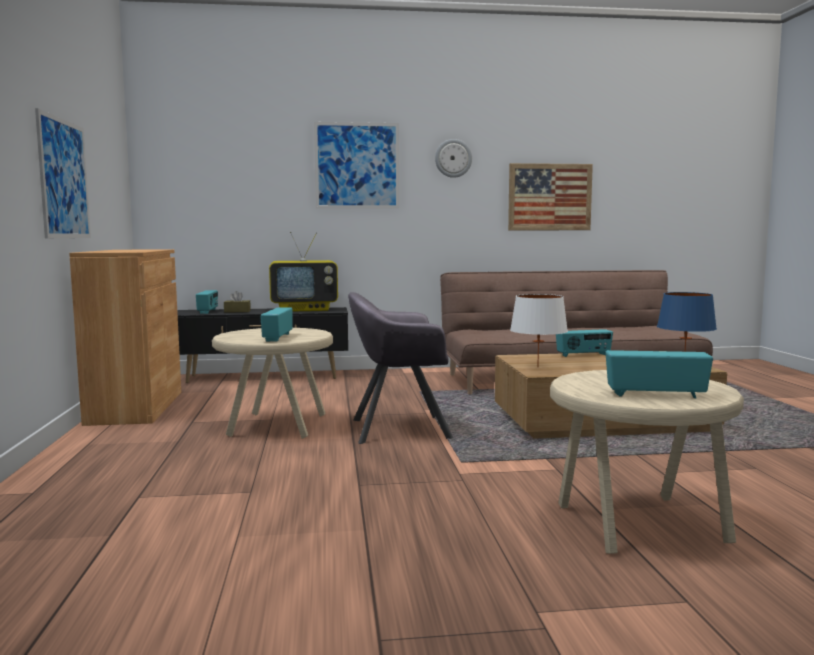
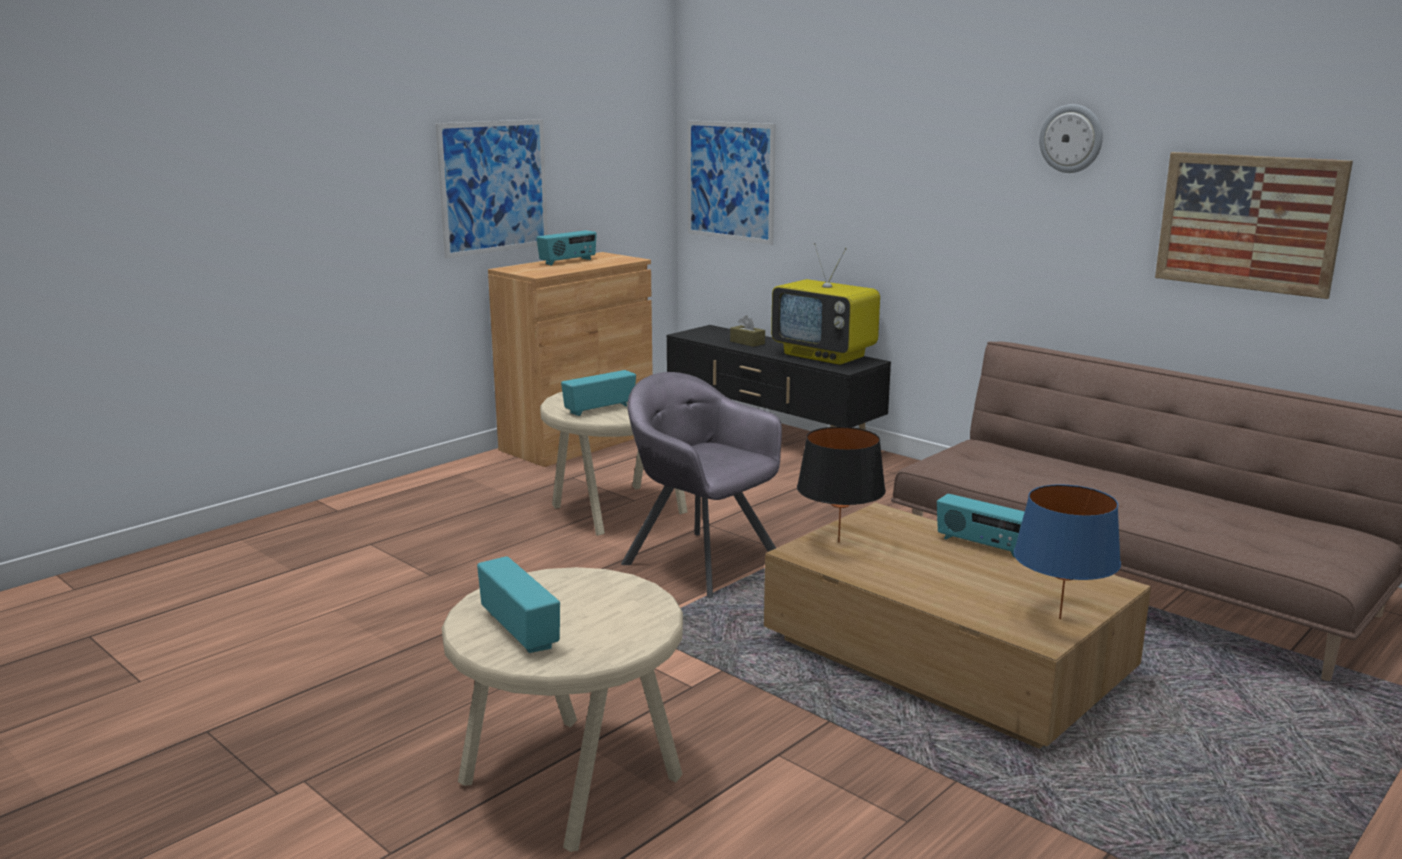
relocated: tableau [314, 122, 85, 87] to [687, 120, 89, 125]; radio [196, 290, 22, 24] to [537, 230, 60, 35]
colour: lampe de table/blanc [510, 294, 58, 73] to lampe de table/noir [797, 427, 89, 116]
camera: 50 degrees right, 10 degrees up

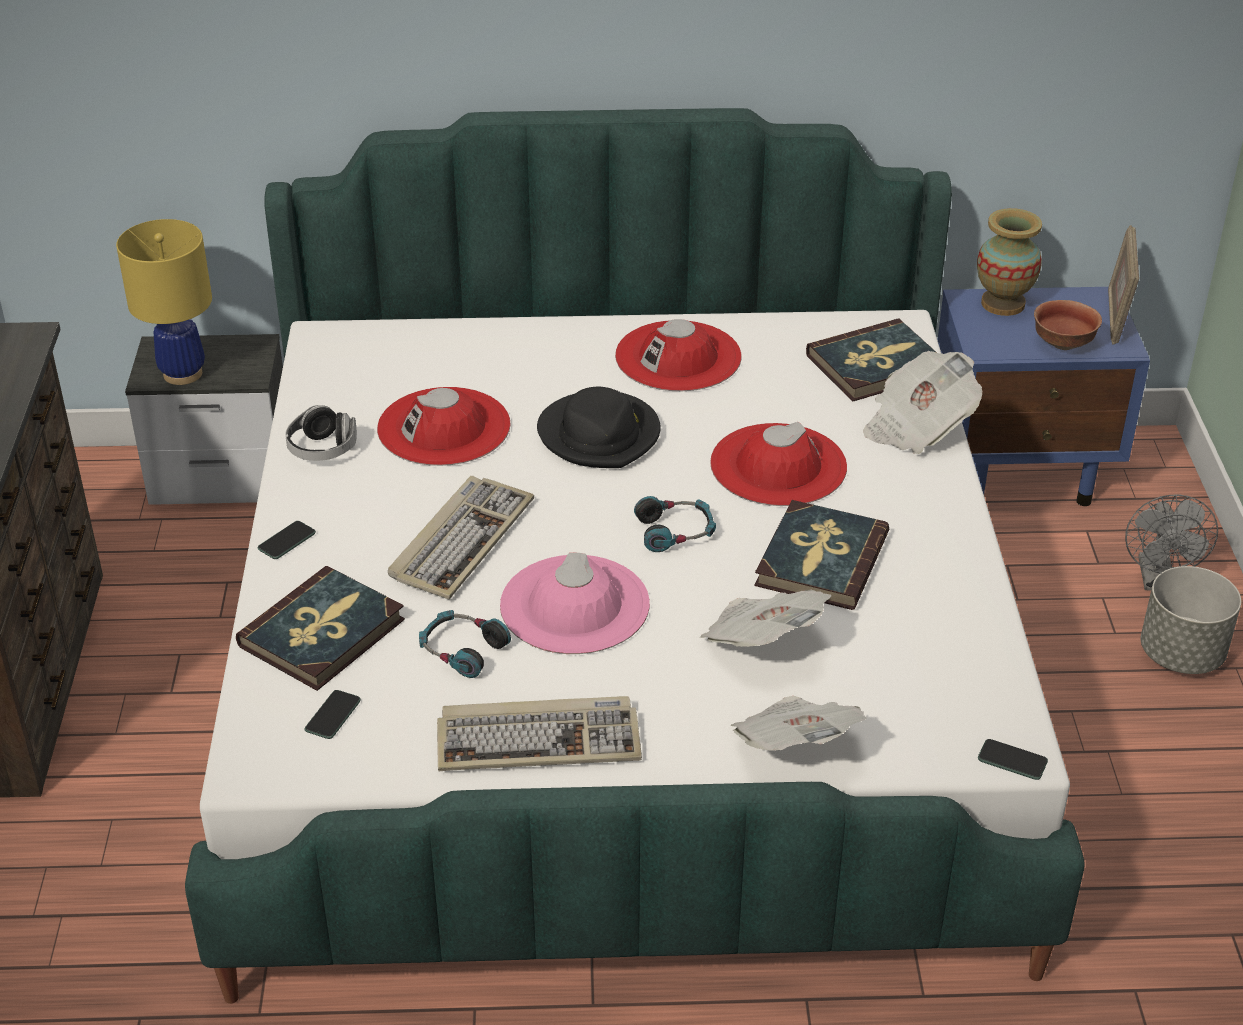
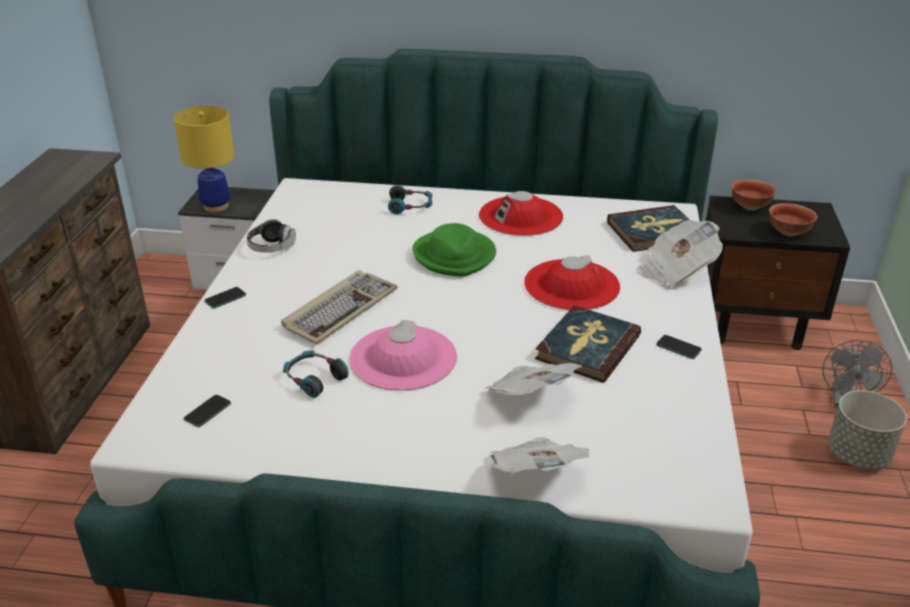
missing: cadre photo [1108, 225, 31, 120]; chapeau/rouge [377, 387, 134, 79]; livre [236, 566, 169, 125]; clavier [437, 696, 205, 75]
relocated: casque audio [634, 496, 82, 56] to [388, 185, 44, 29]; téléphone [978, 739, 70, 41] to [656, 335, 46, 24]
exchanged: vase [977, 208, 65, 108] to bol [731, 179, 45, 31]
colour: table de chevet/bleu [938, 287, 212, 219] to table de chevet/noir [706, 196, 144, 154]; chapeau/noir [537, 387, 124, 81] to chapeau/vert [412, 223, 84, 54]
camera: 10 degrees right, 5 degrees down

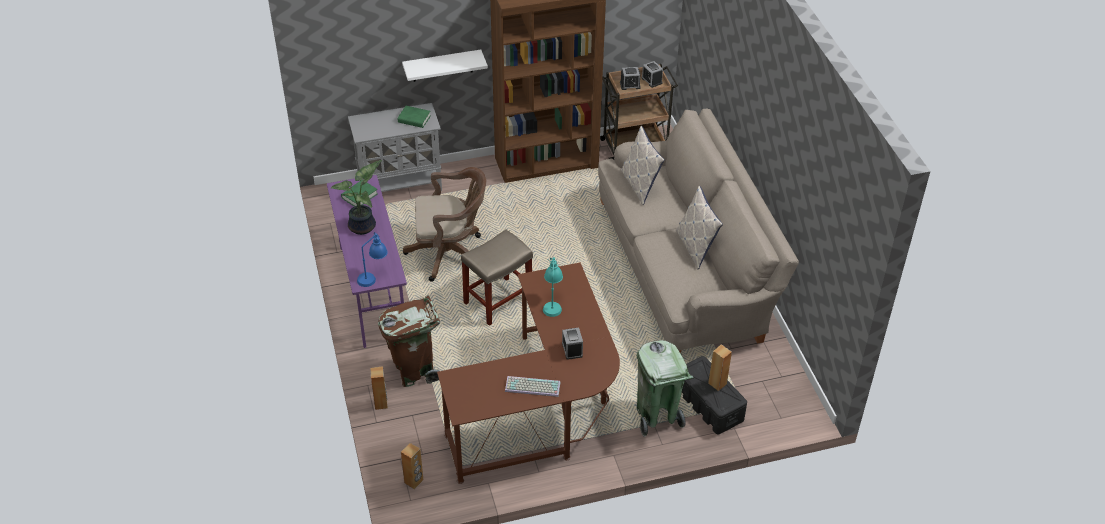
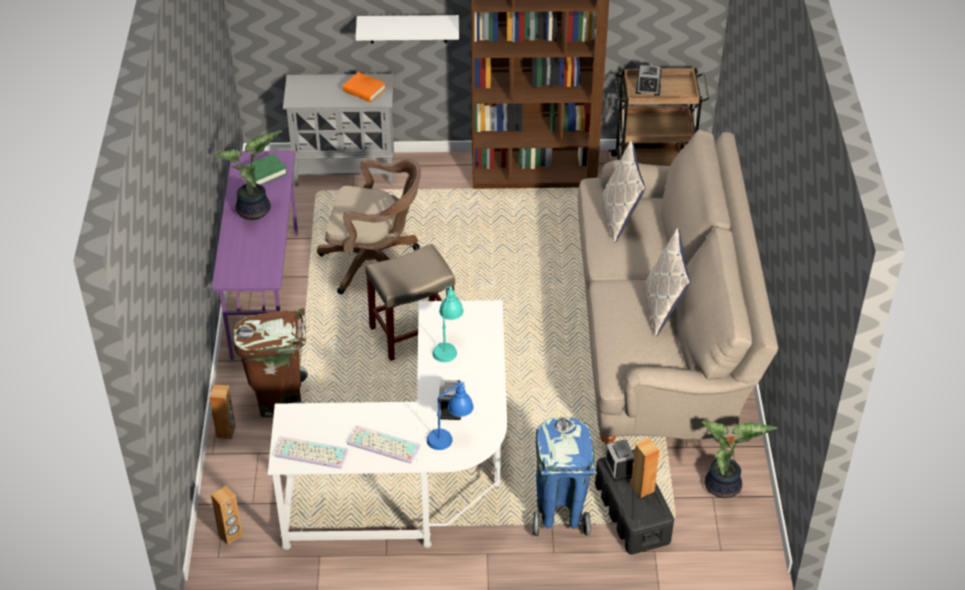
appeared: plante en pot [702, 421, 76, 77]; clavier [274, 437, 74, 32]
relocated: réveil [641, 61, 22, 27] to [605, 439, 29, 42]; lampe de table/bleu [357, 232, 31, 55] to [427, 380, 47, 70]
colour: livre/vert [398, 106, 33, 22] to livre/orange [343, 72, 43, 30]; bureau/marron [437, 263, 183, 221] to bureau/blanc [268, 300, 239, 250]; poubelle/vert [637, 340, 57, 97] to poubelle/bleu [532, 417, 65, 121]
camera: 15 degrees right, 0 degrees up

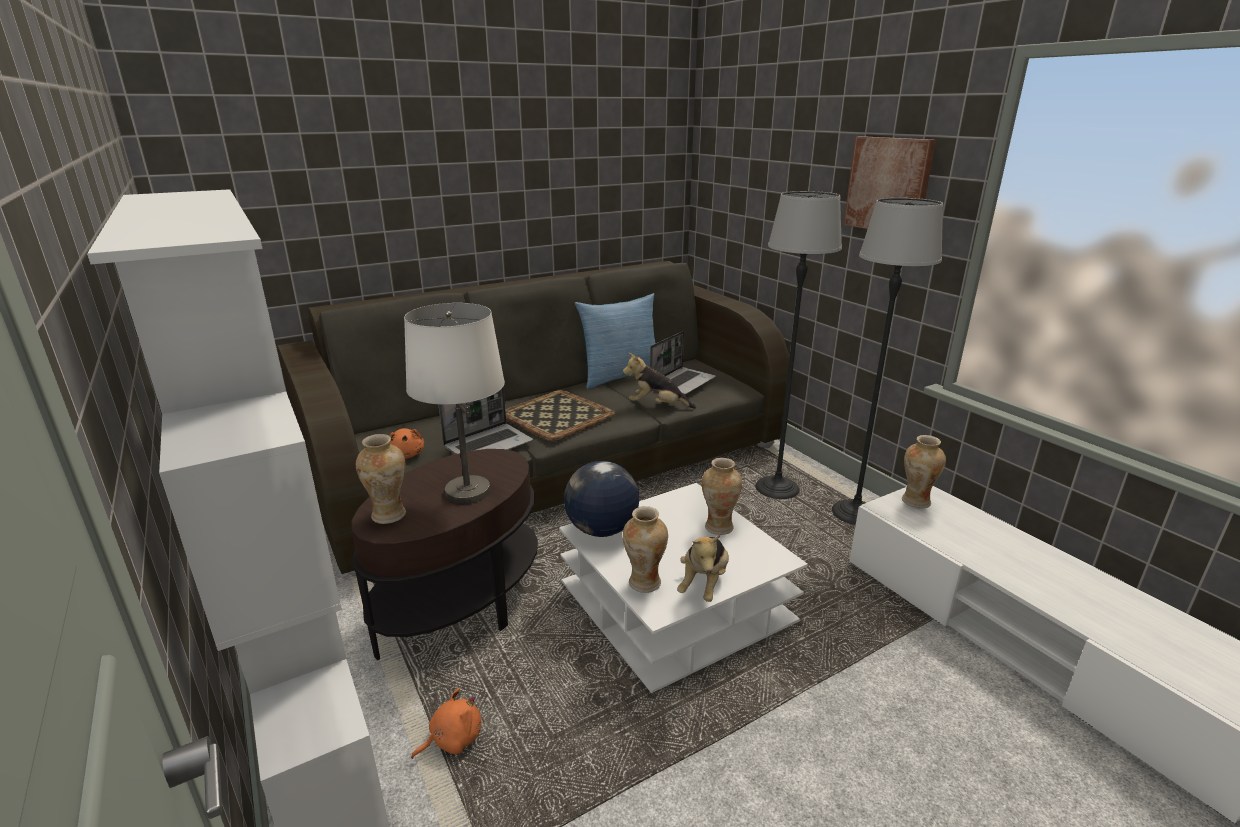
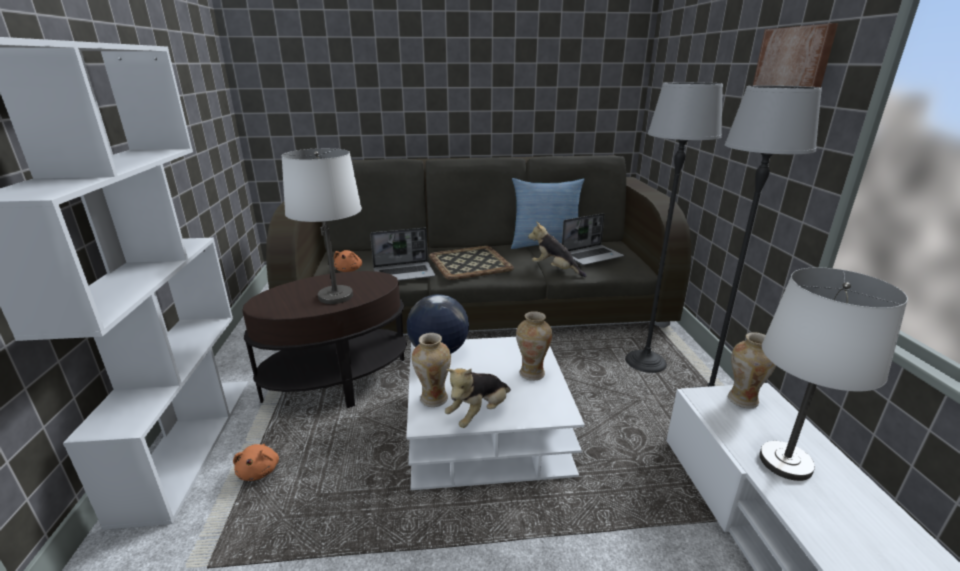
missing: vase [356, 434, 50, 90]
appeared: lampe de table/blanc [759, 267, 149, 214]
spun: peluche/orange [411, 688, 70, 71] = [233, 444, 46, 37] 90 degrees clockwise
camera: 25 degrees right, 0 degrees up

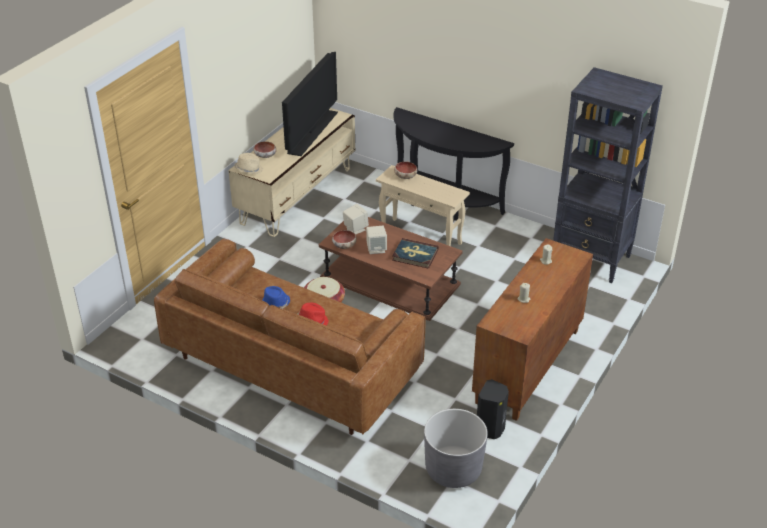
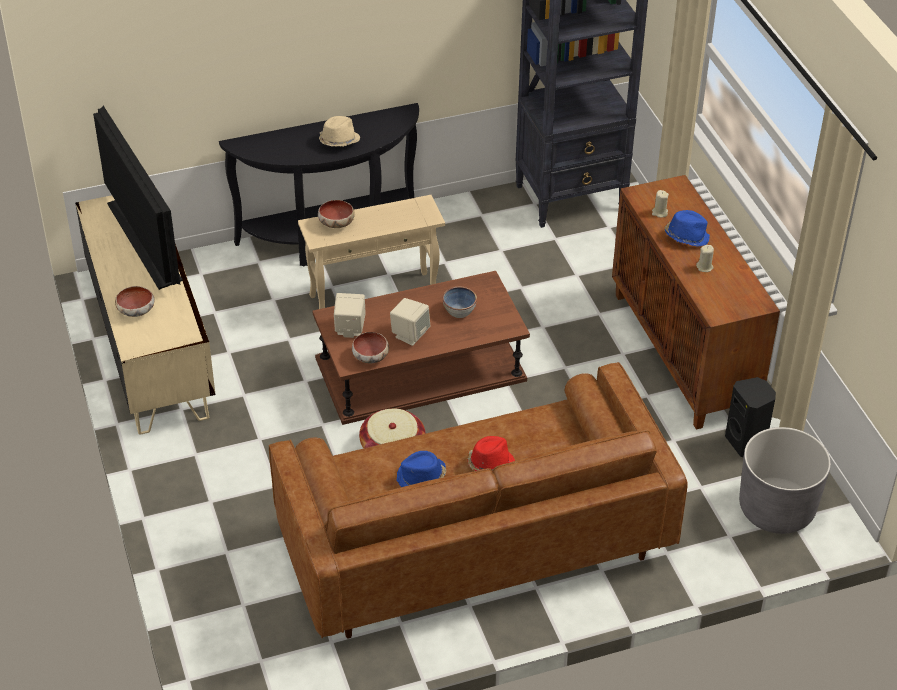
appeared: chapeau/bleu [664, 210, 46, 37]
relocated: chapeau/beige [234, 153, 29, 21] to [319, 116, 41, 31]
exchanged: livre [392, 238, 47, 31] to bol [443, 287, 34, 31]
camera: 50 degrees left, 5 degrees up

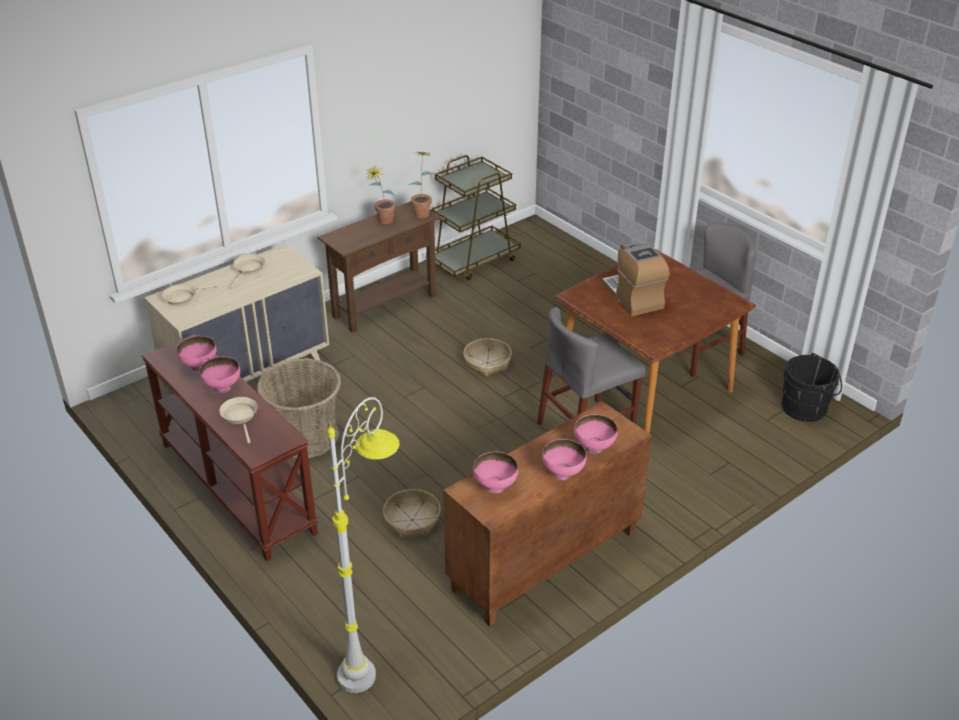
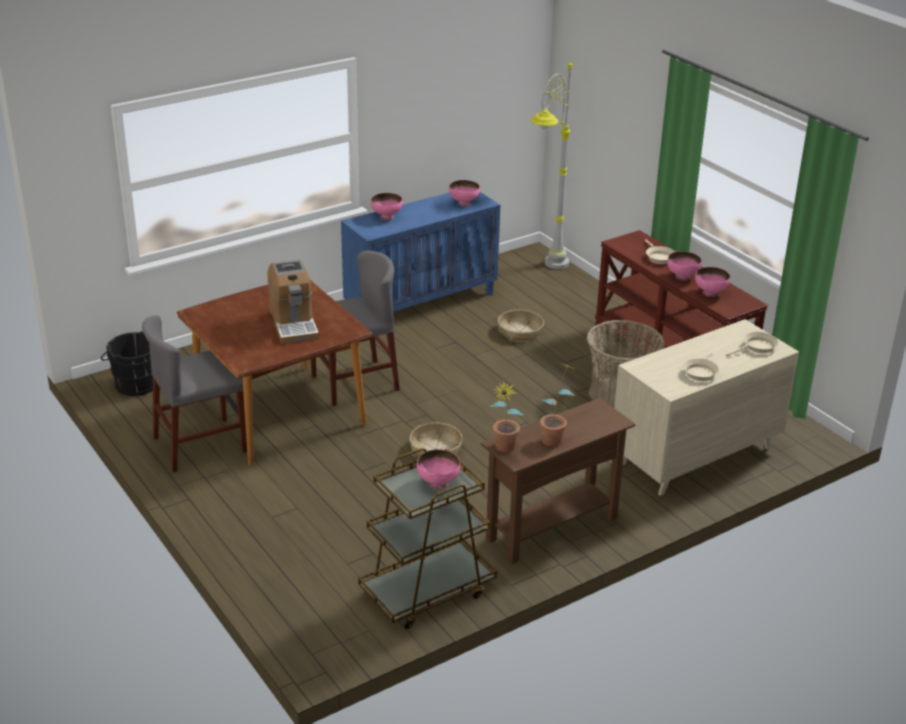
relocated: bol/rose [542, 439, 45, 41] to [417, 449, 44, 40]
colour: meuble de rangement/marron [443, 401, 208, 226] to meuble de rangement/bleu [341, 192, 159, 120]
camera: 175 degrees left, 5 degrees down

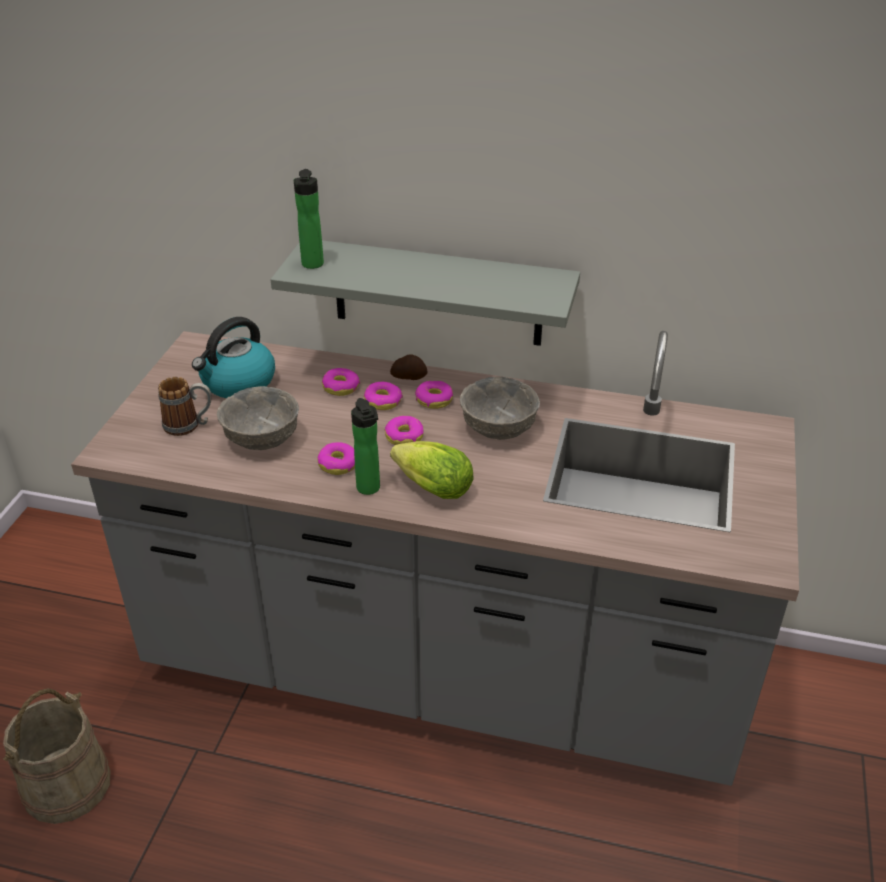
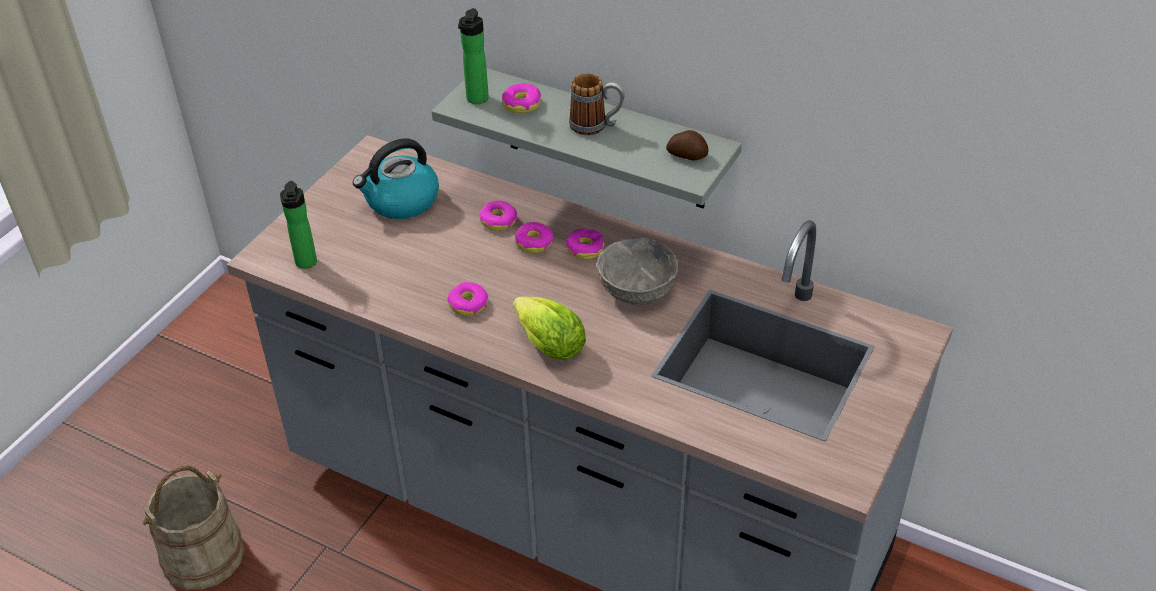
missing: bol/gris [217, 386, 82, 64]
relocated: pomme de terre [390, 354, 38, 26] to [666, 130, 43, 30]; mug [158, 377, 54, 59] to [569, 73, 55, 62]; bouteille [351, 398, 29, 97] to [280, 181, 37, 88]; beignet [384, 416, 40, 29] to [502, 83, 39, 30]
camera: 15 degrees right, 5 degrees up

